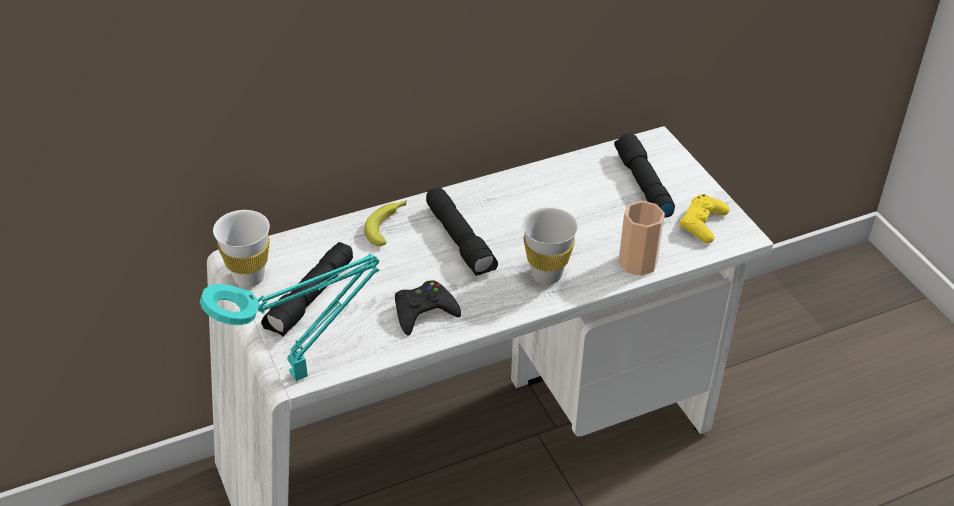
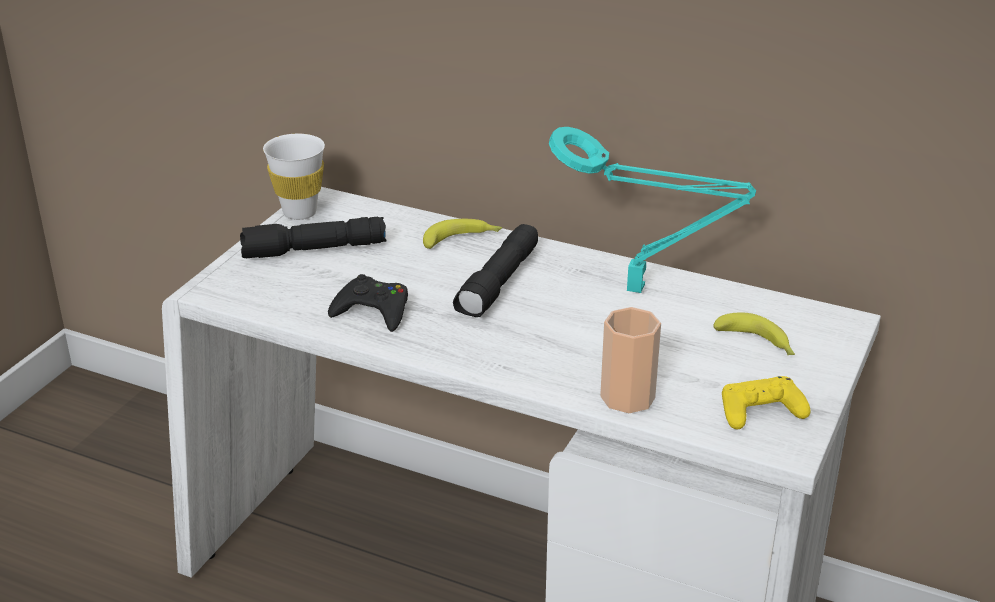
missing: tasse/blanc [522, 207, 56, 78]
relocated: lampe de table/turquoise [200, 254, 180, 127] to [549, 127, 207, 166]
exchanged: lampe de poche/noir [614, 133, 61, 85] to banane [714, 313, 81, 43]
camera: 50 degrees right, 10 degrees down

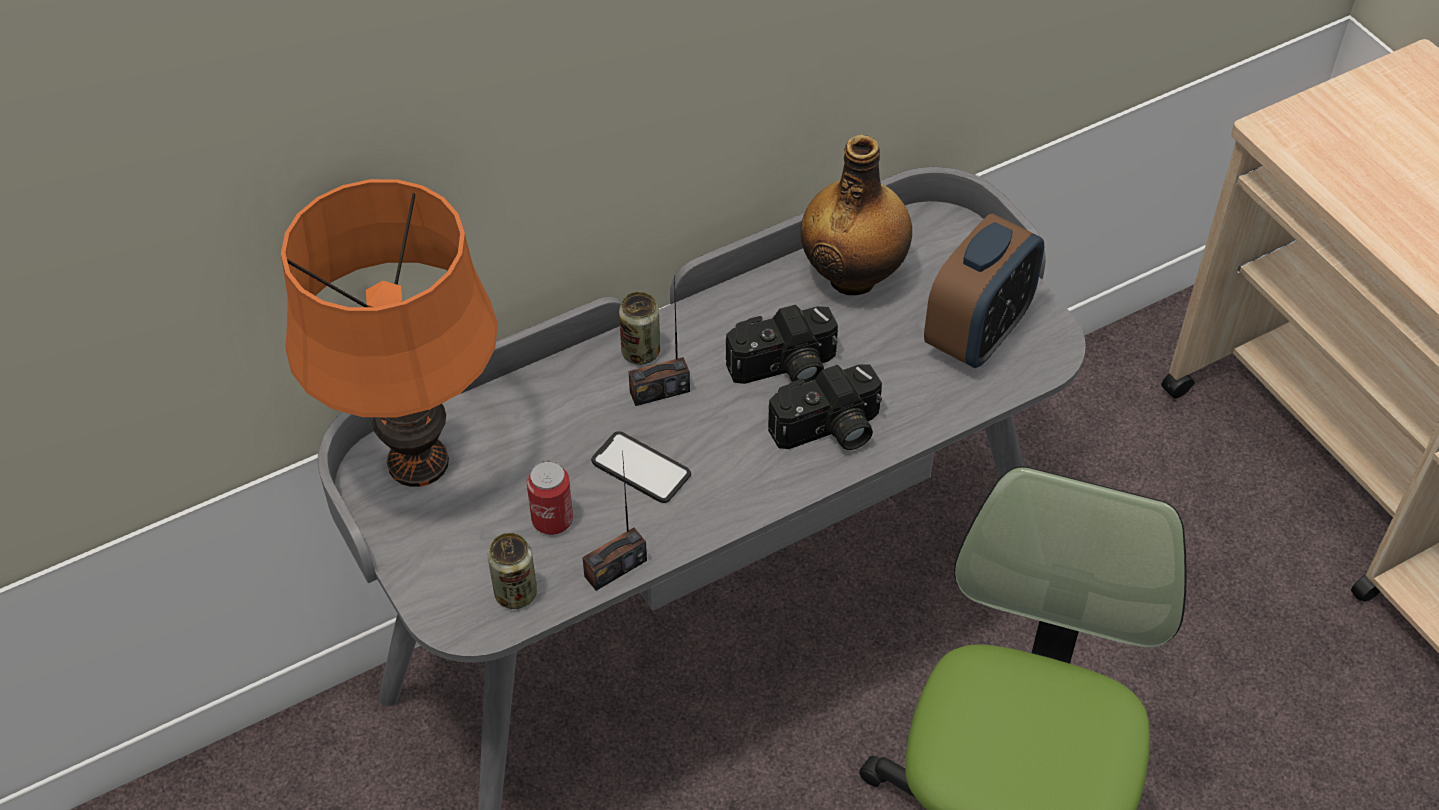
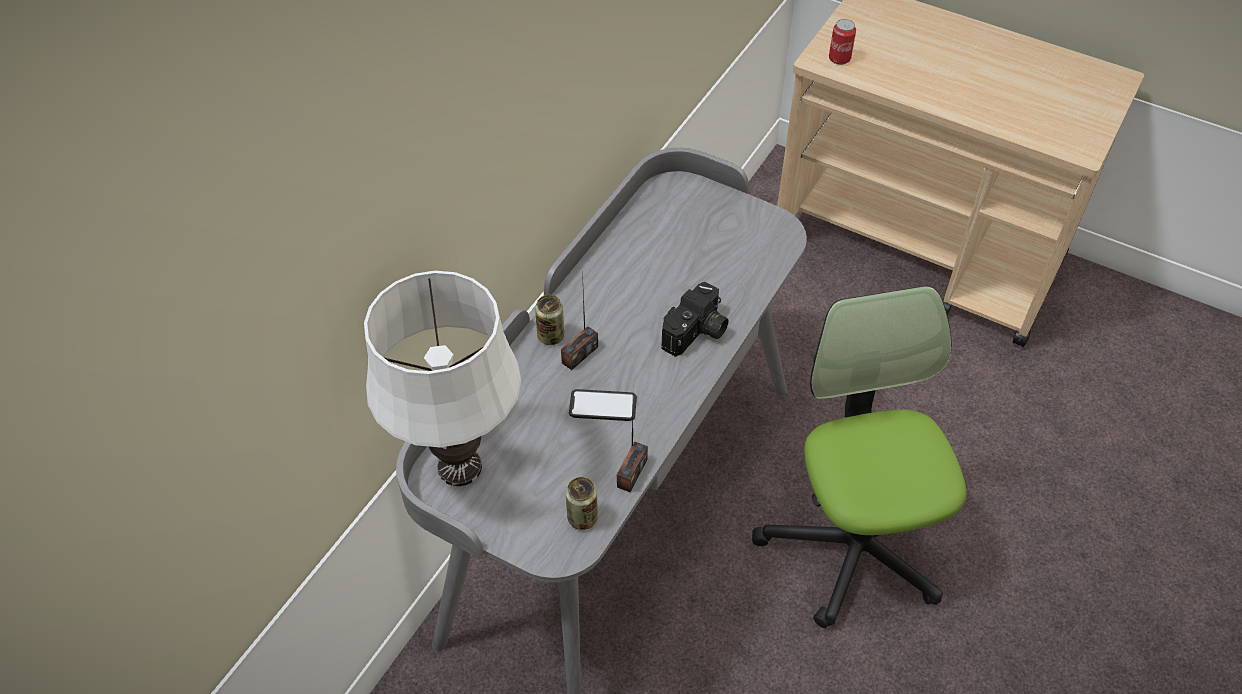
missing: bouteille [801, 135, 111, 160]; réveil [924, 214, 120, 154]; appareil photo [726, 305, 112, 79]
relocated: boîte métallique [527, 461, 46, 74] to [829, 19, 27, 46]
colour: lampe de table/orange [281, 179, 217, 308] to lampe de table/blanc [364, 271, 157, 215]
camera: 30 degrees left, 0 degrees up

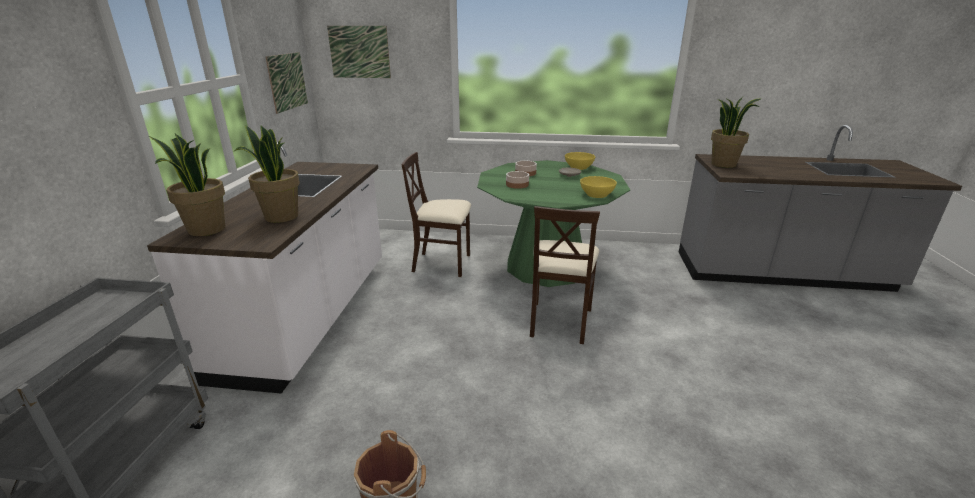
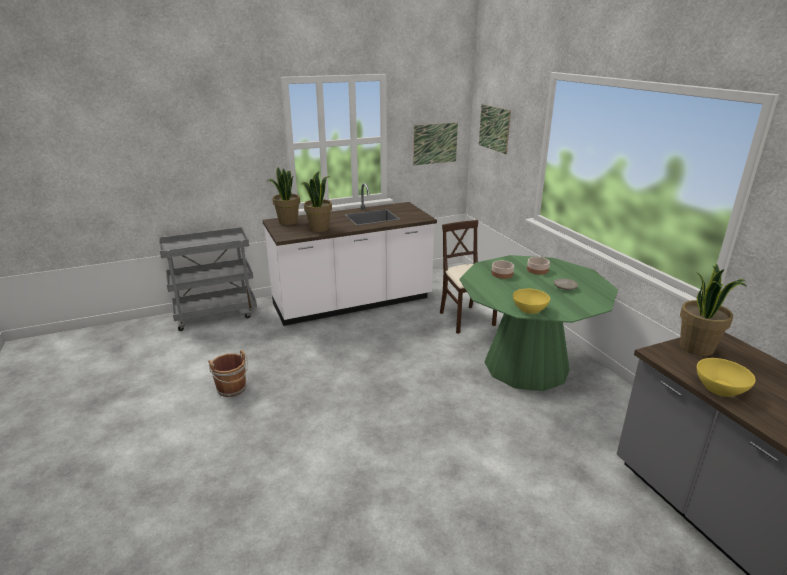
missing: chaise/beige [530, 206, 70, 138]
relocated: bol/jaune [565, 152, 30, 18] to [697, 358, 58, 39]
camera: 60 degrees right, 0 degrees up

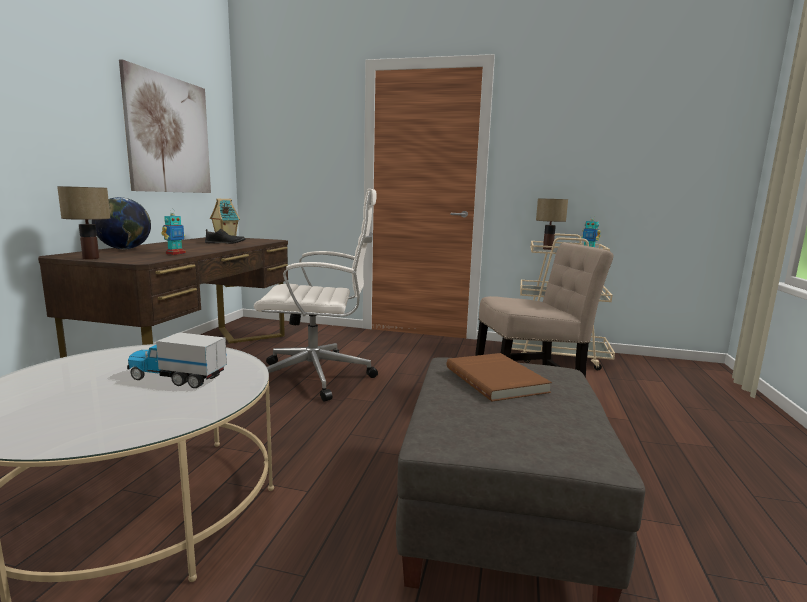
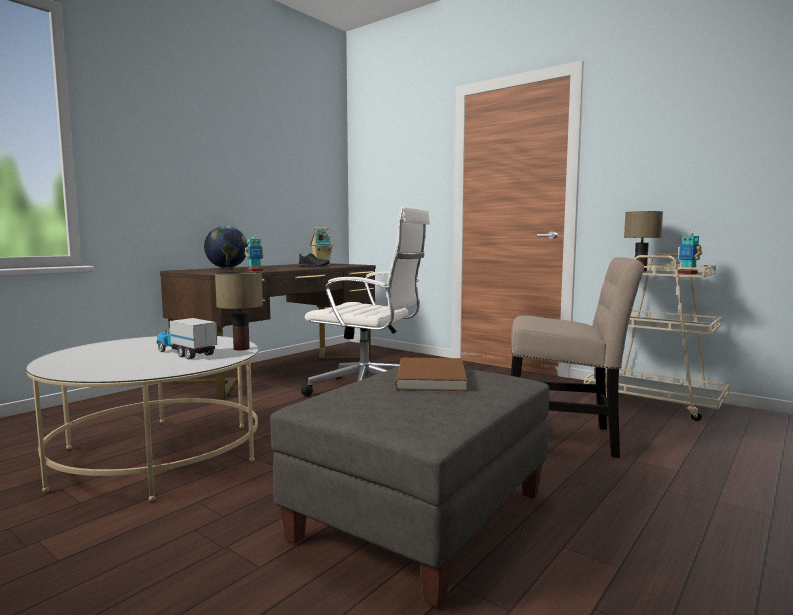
missing: tableau [119, 59, 92, 134]
relocated: lampe de table [57, 186, 53, 73] to [215, 271, 48, 79]
camera: 25 degrees right, 5 degrees down

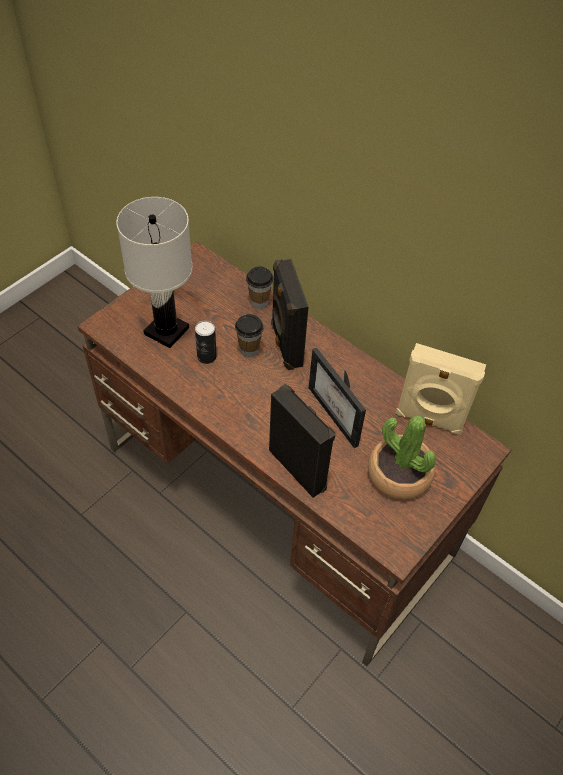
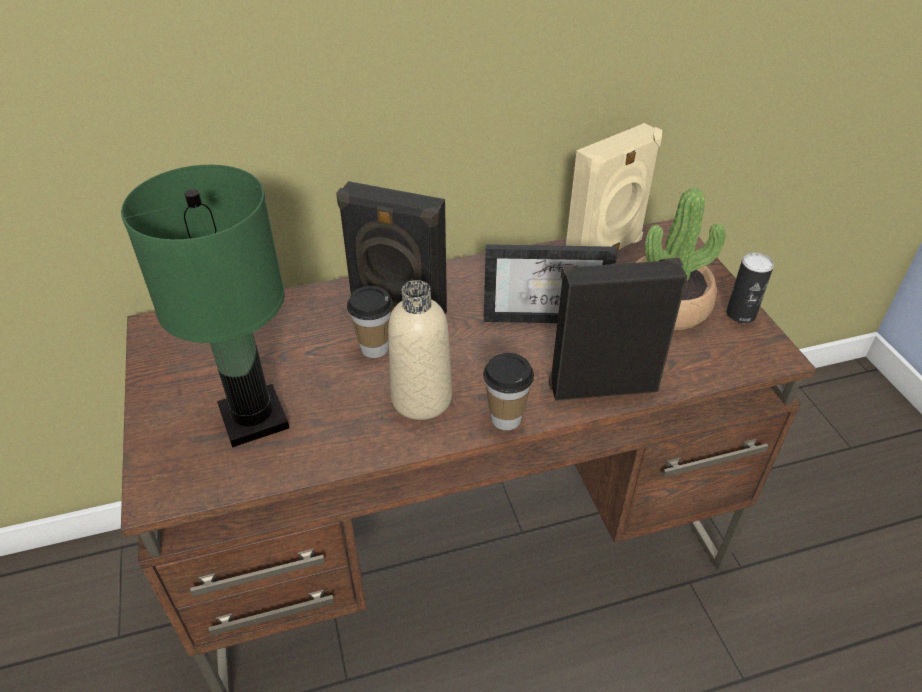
appeared: bouteille/beige [388, 280, 64, 140]
relocated: tasse [246, 266, 27, 43] to [483, 353, 51, 77]; boîte métallique [195, 320, 22, 44] to [726, 253, 48, 70]
colour: lampe de table/blanc [116, 197, 77, 151] to lampe de table/vert [121, 165, 168, 282]
camera: 55 degrees left, 10 degrees down

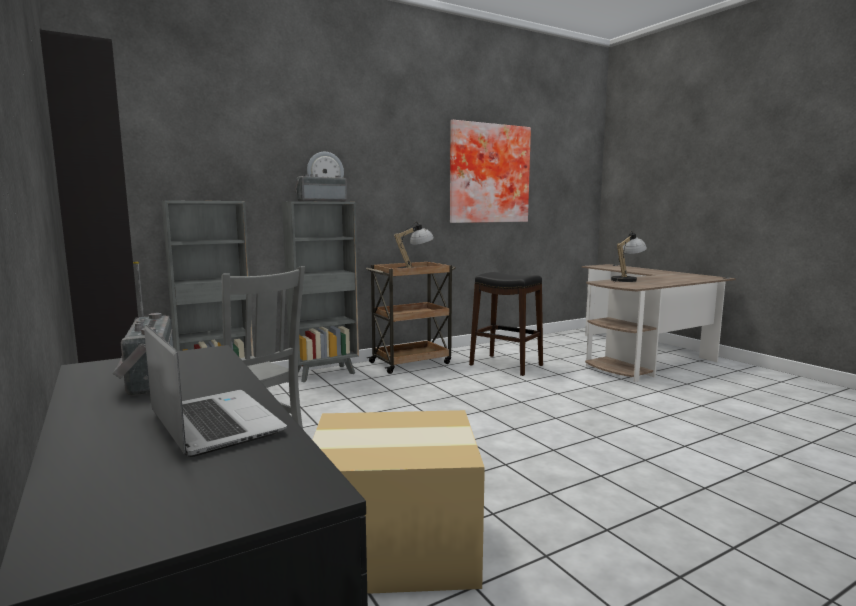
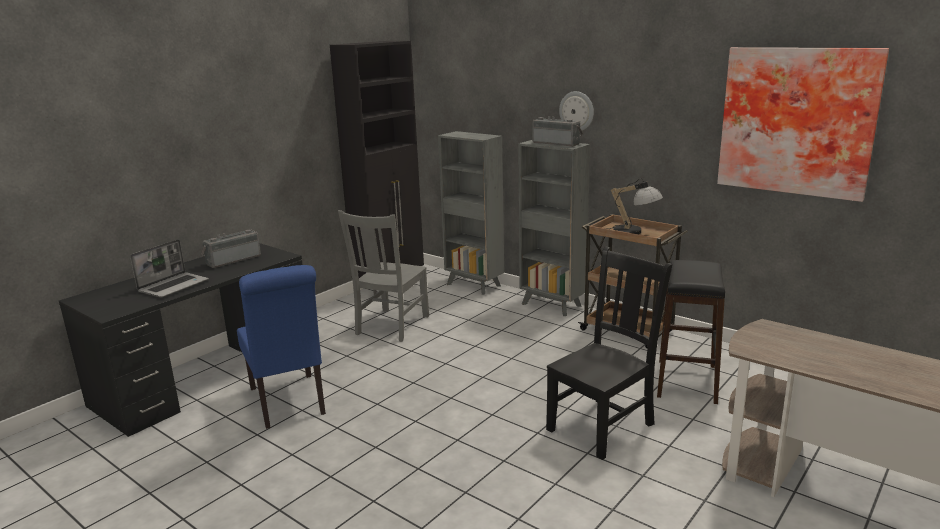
missing: lampe de table [611, 231, 36, 51]
appeared: chaise/noir [546, 246, 126, 214]
exchanged: carton [313, 410, 172, 184] to chaise/bleu [237, 265, 89, 164]
camera: 70 degrees right, 10 degrees up

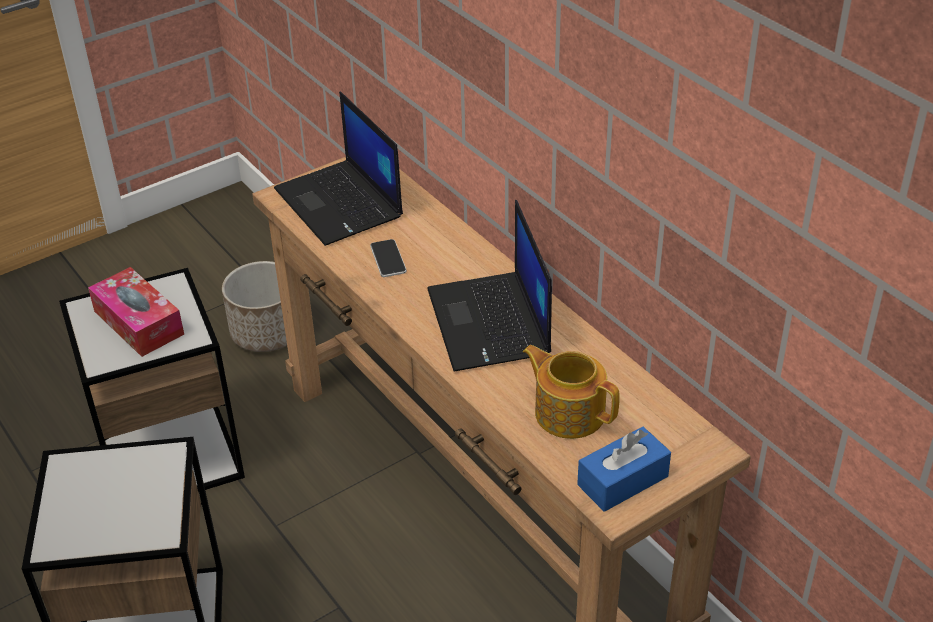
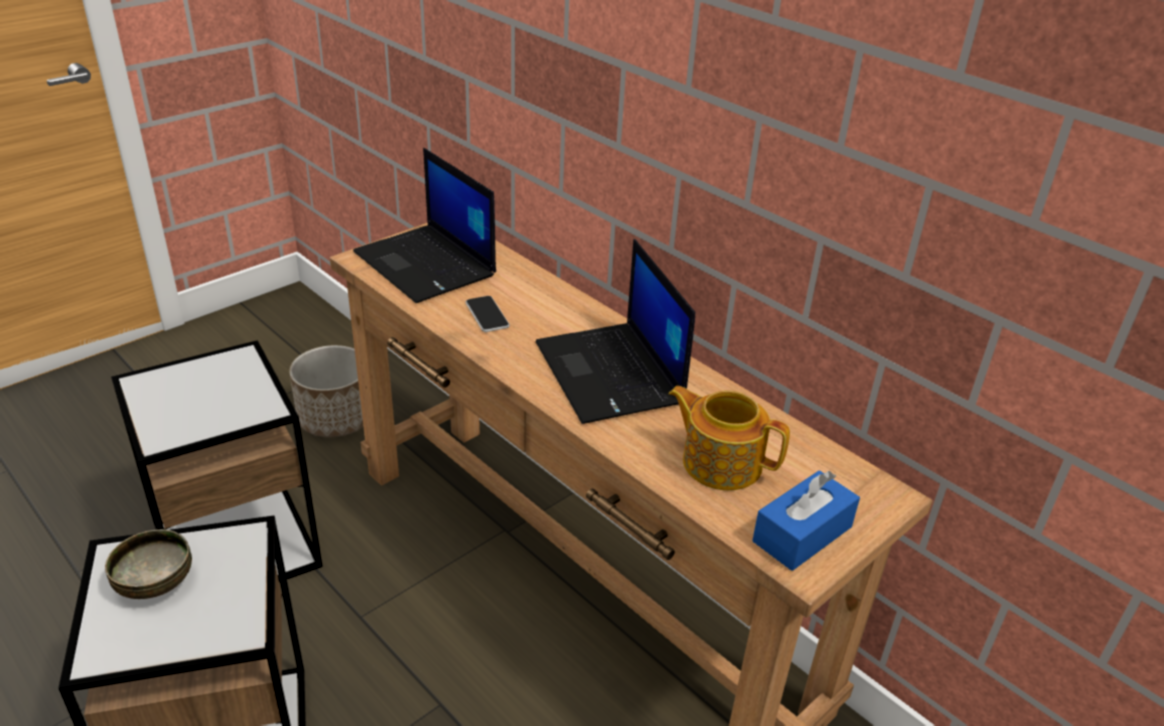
missing: boîte à mouchoirs [88, 267, 96, 90]
appeared: bol [105, 529, 87, 70]
camera: 10 degrees left, 5 degrees down

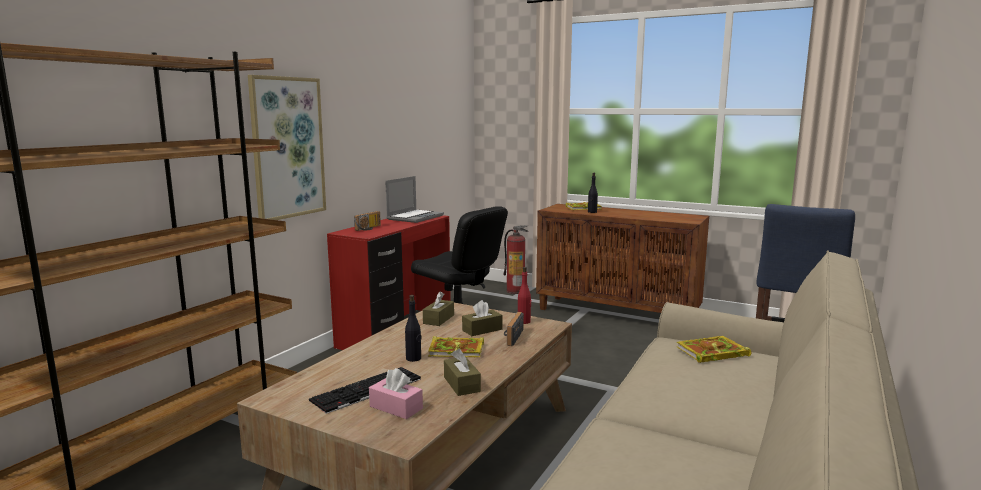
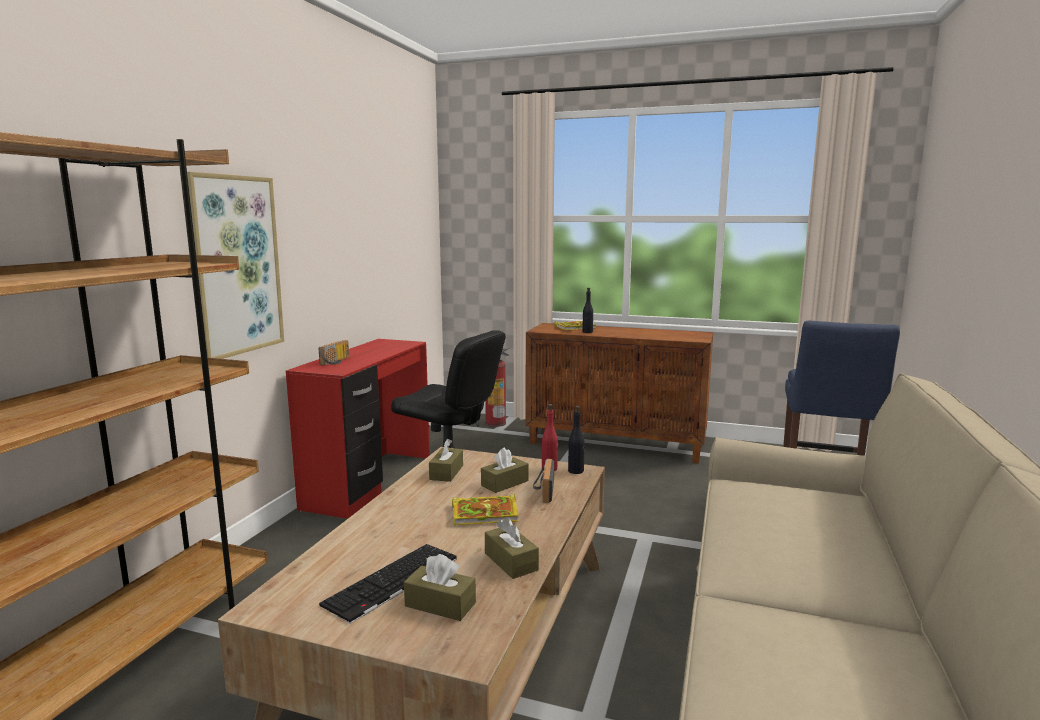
missing: ordinateur portable [385, 176, 59, 47]; livre [677, 336, 74, 27]
relocated: bouteille/noir [405, 295, 16, 67] to [568, 406, 17, 68]
colour: boîte à mouchoirs/rose [369, 368, 54, 51] to boîte à mouchoirs/marron [404, 554, 72, 67]
camera: 10 degrees left, 0 degrees up

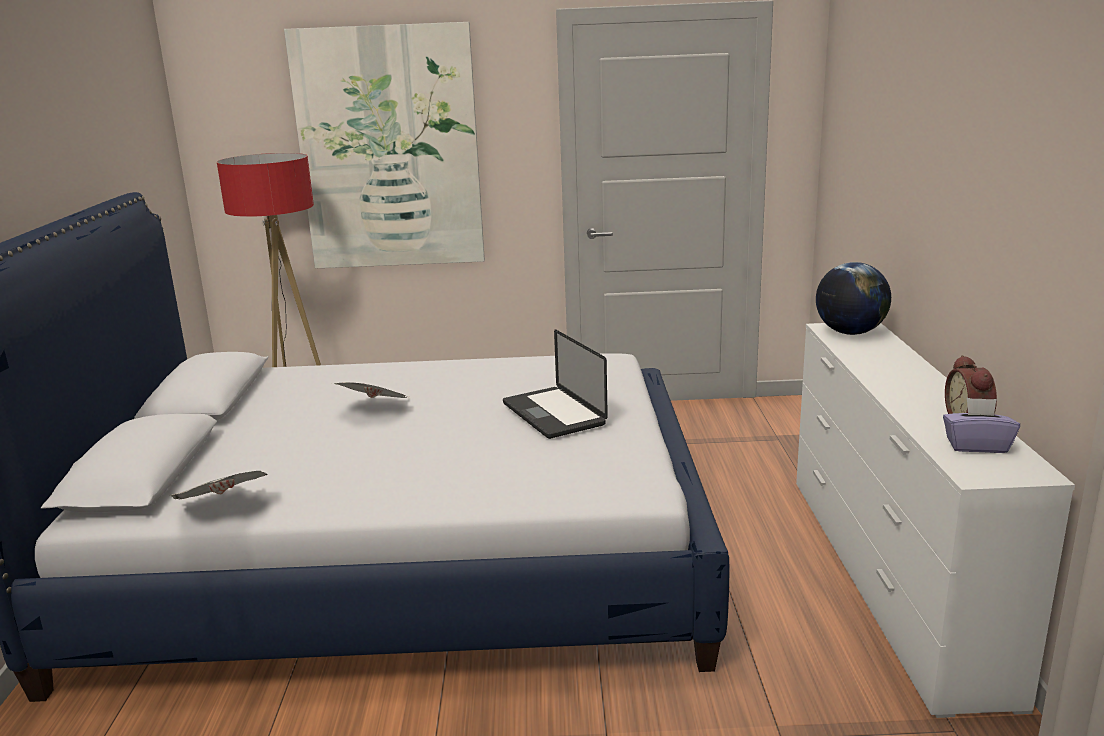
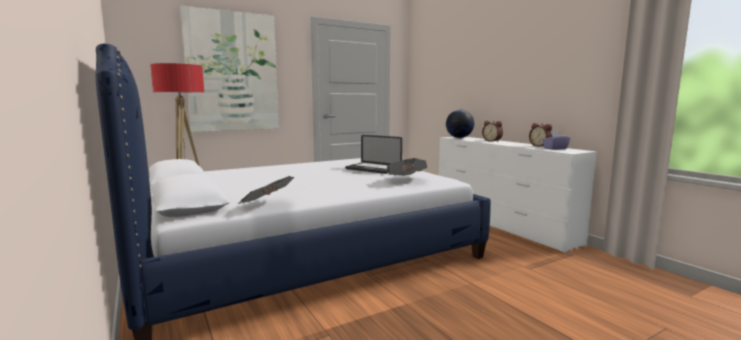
appeared: réveil [482, 121, 21, 21]
relocated: journal [335, 382, 72, 16] to [387, 158, 40, 18]
camera: 30 degrees left, 10 degrees down

